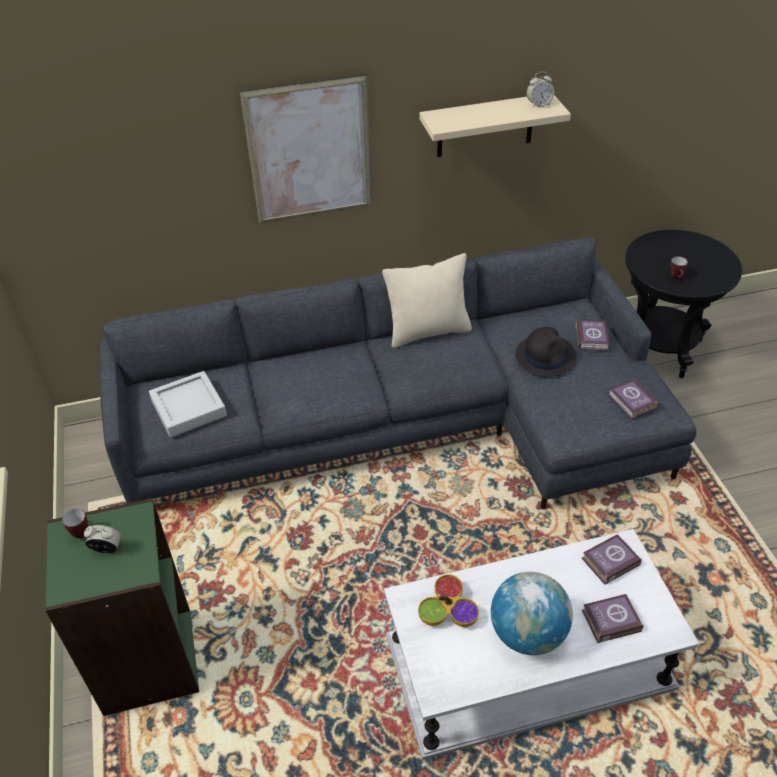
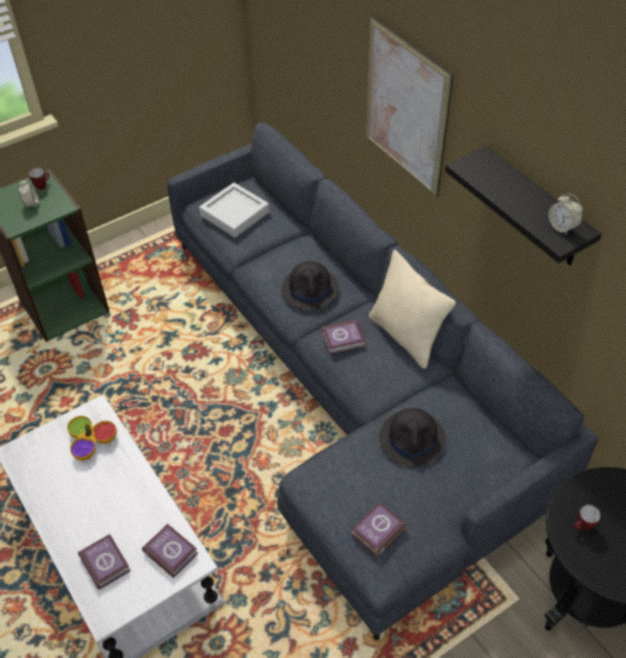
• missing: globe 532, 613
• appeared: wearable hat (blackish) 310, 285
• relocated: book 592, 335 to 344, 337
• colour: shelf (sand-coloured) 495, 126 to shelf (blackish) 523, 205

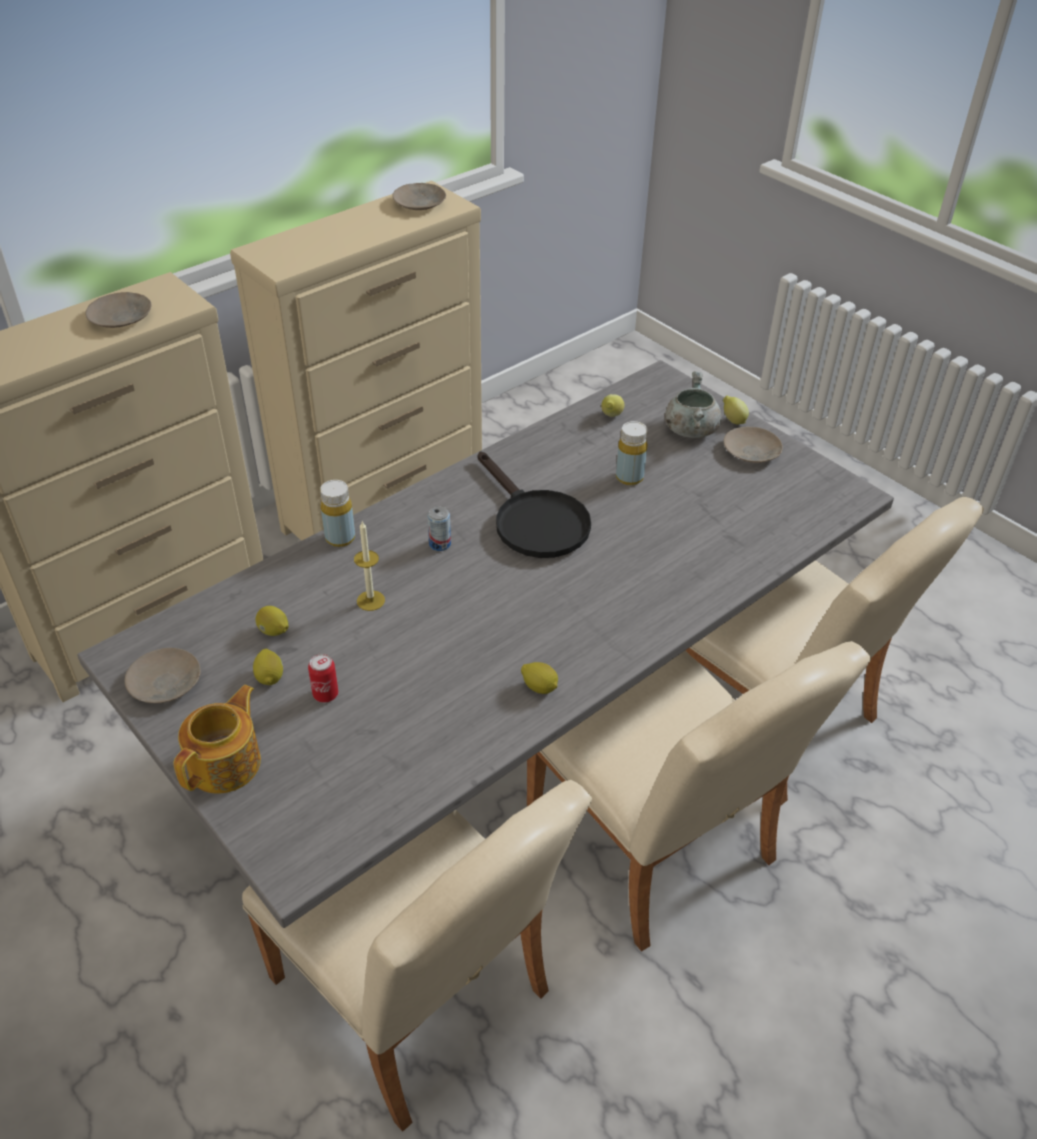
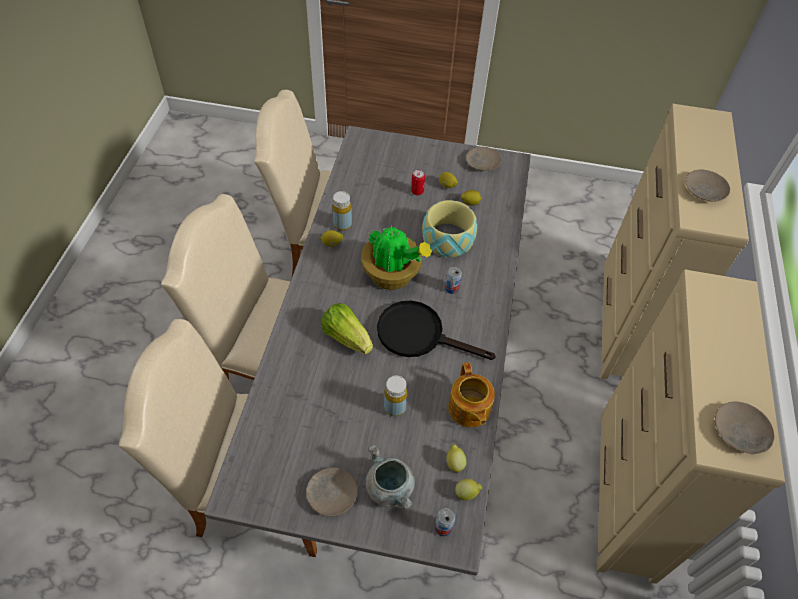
• appeared: lettuce head 347, 328
• appeared: plant in a pot 396, 257
• appeared: sealed can 445, 522
• relocated: teapot 217, 739 to 471, 394
• relocated: beverage bottle (yellow) 337, 513 to 342, 211
• relocated: whole lemon 736, 410 to 468, 490
• exchanged: candle 369, 566 to deep dish 449, 229

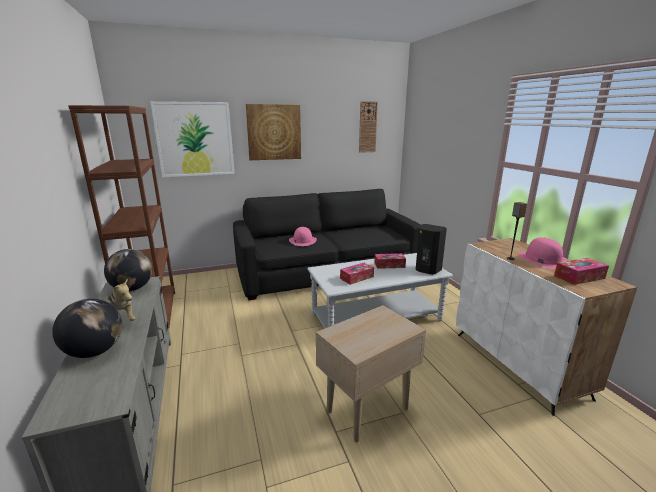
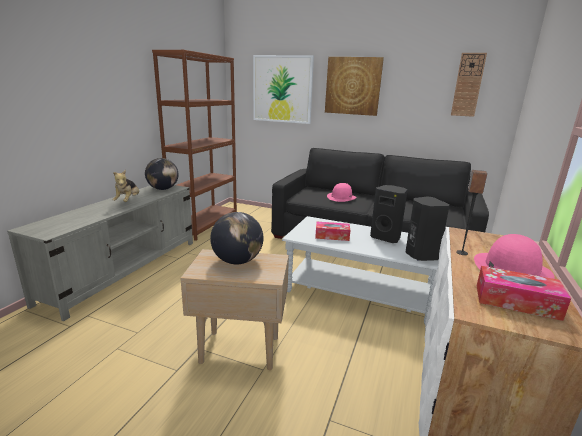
• relocated: globe 87, 328 to 236, 238
• exchanged: box of tissues 390, 261 to speaker (blackish) 389, 214

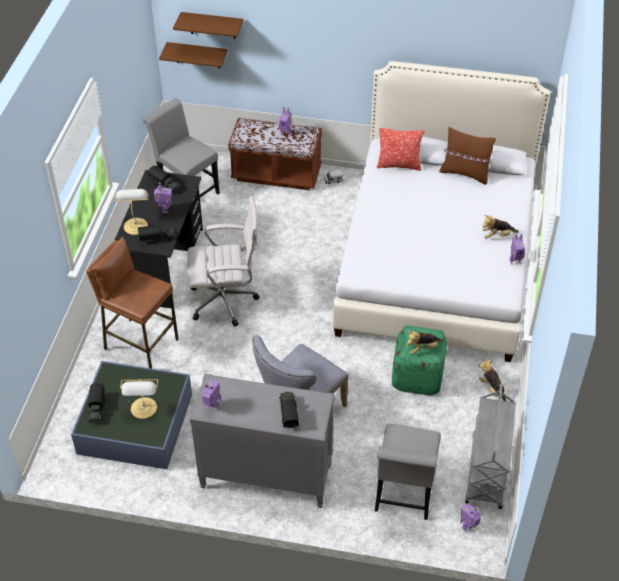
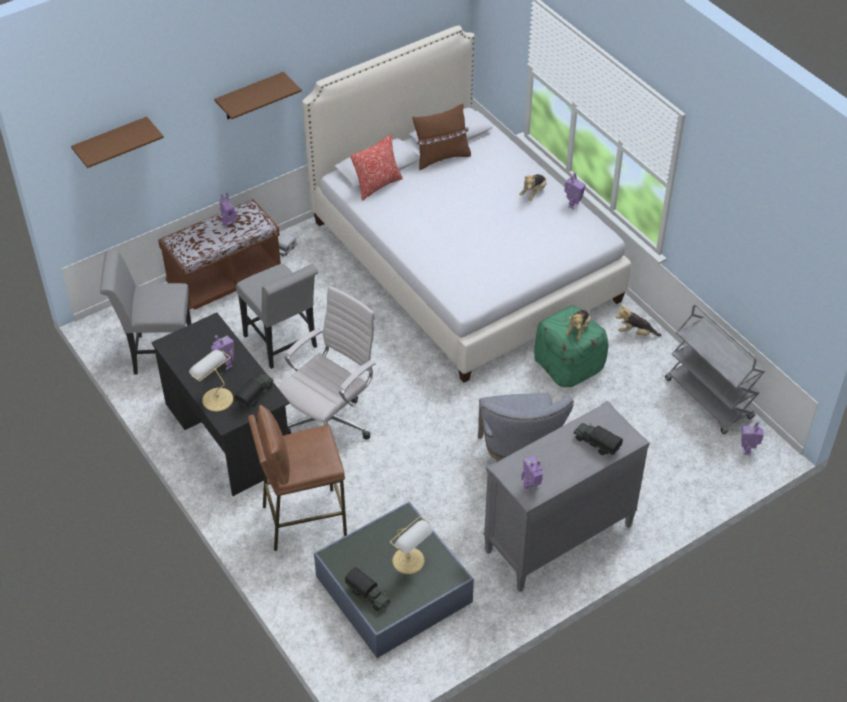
• missing: toy truck 164, 179
• relocated: shelf (brown) 193, 55 to 258, 95
• relocated: chair (greyish) 408, 472 to 277, 316

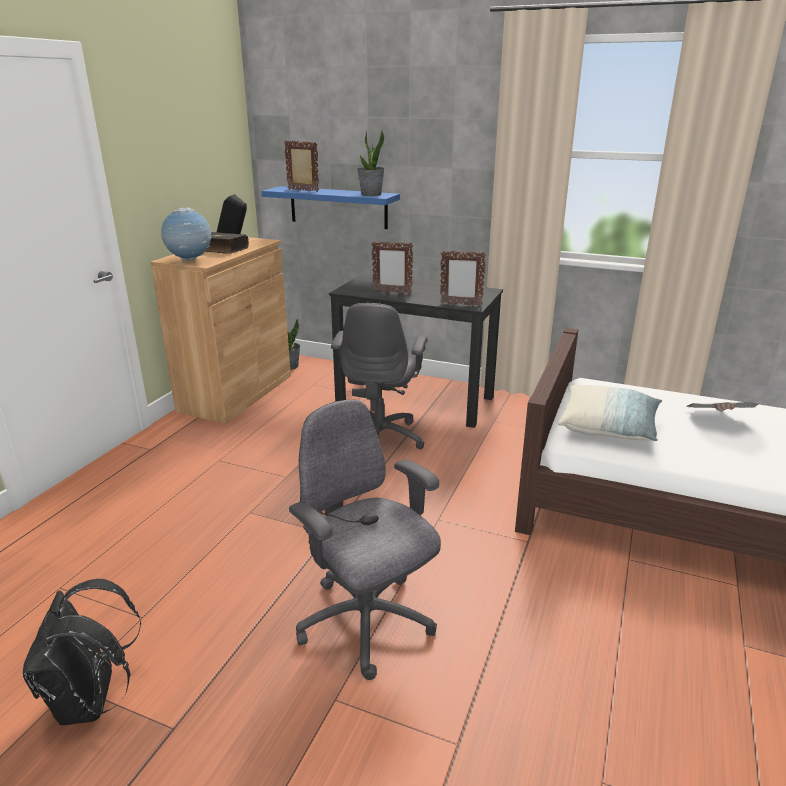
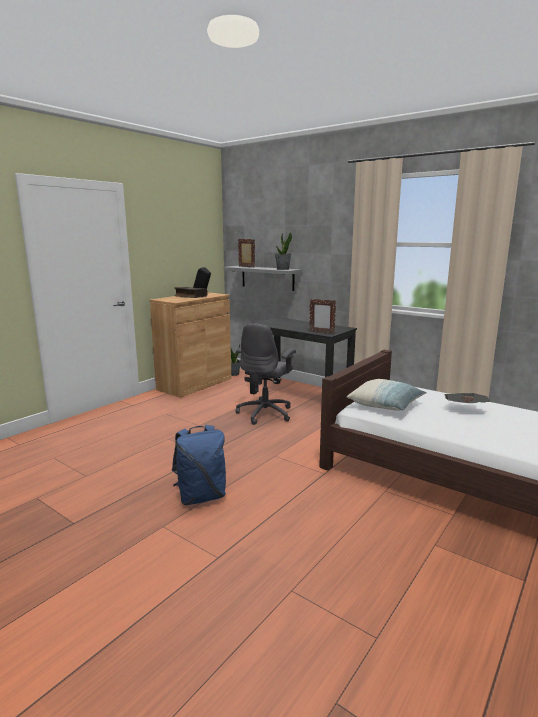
• missing: knapsack (blackish) 82, 652
• missing: globe 186, 234
• missing: photo frame 392, 268
• exchanged: desk chair (greyish) 365, 539 to knapsack (bluish) 199, 465
• colour: shelf (bluish) 330, 207 to shelf (greyish) 262, 278

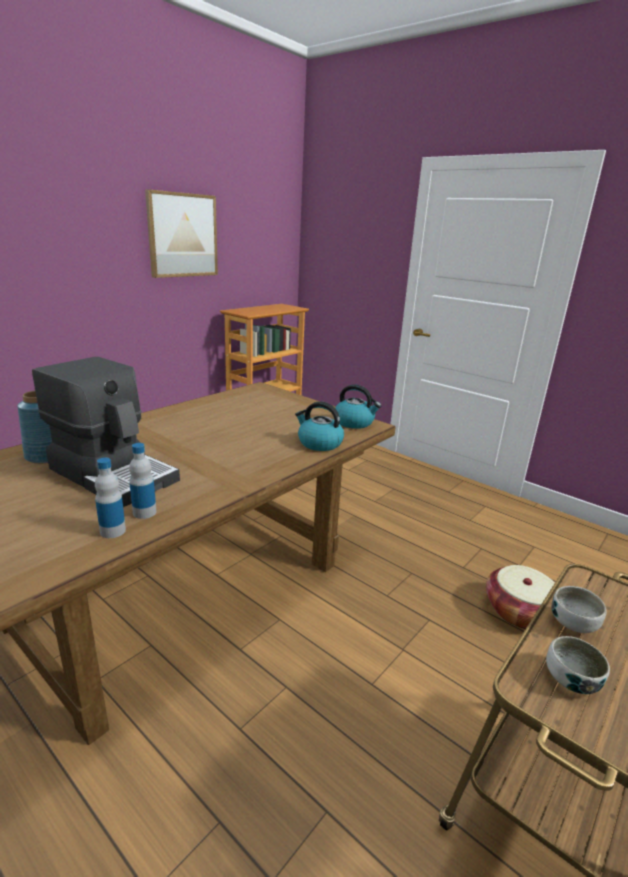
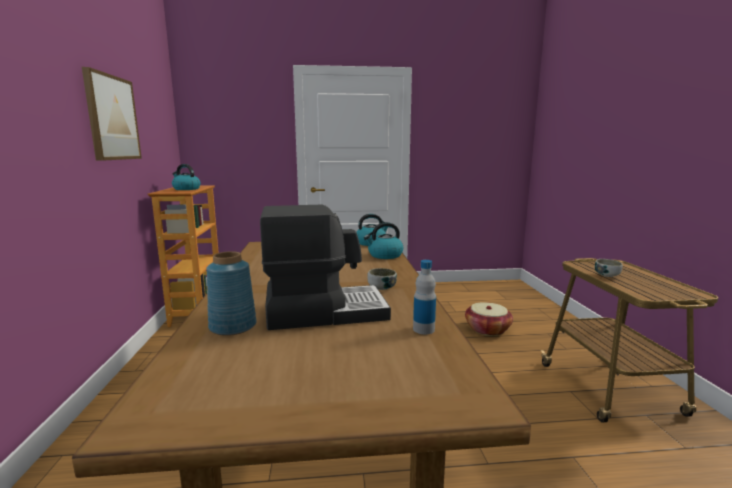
• missing: beverage bottle 142, 481
• appeared: tea kettle 186, 177
• relocated: deep dish 578, 665 to 382, 279

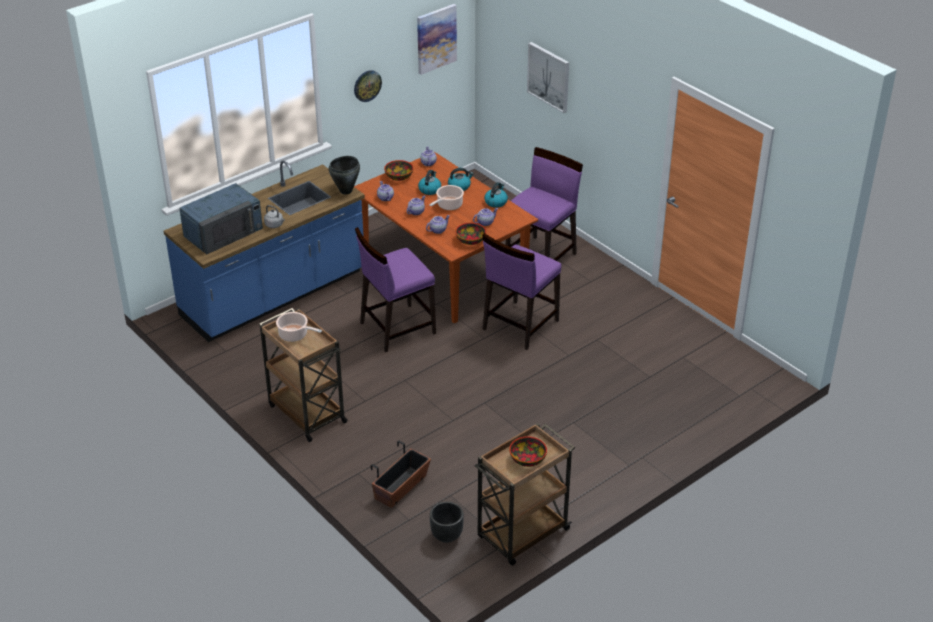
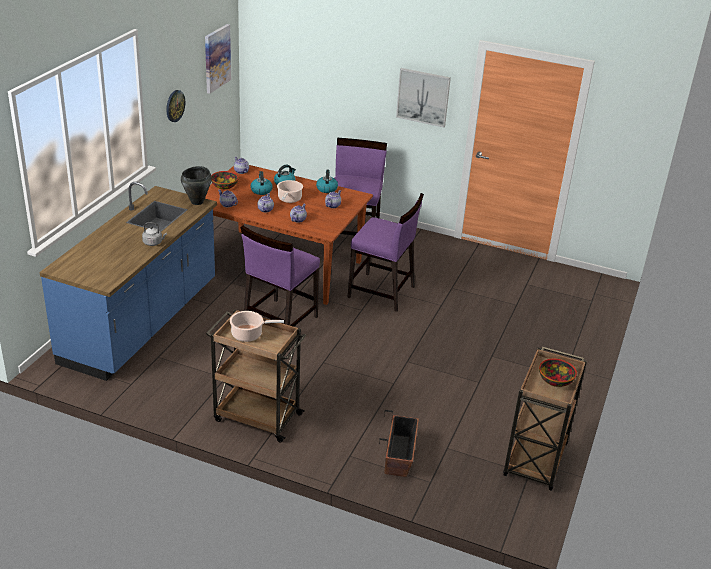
• missing: kitchen microwave (bluish) 221, 218
• missing: plant pot (blackish) 447, 522
• missing: deep dish 470, 233
• relocated: wall art 548, 77 to 423, 97
• spun: chair (purple-coloured) 522, 291 = 385, 252 75 degrees counterclockwise

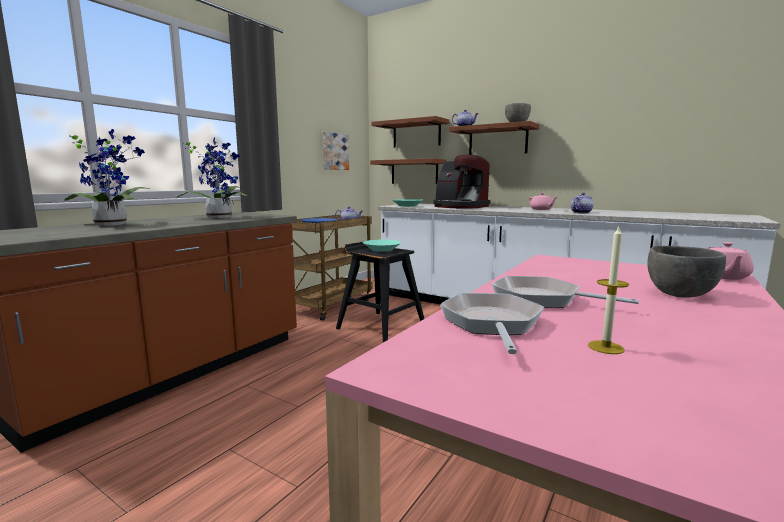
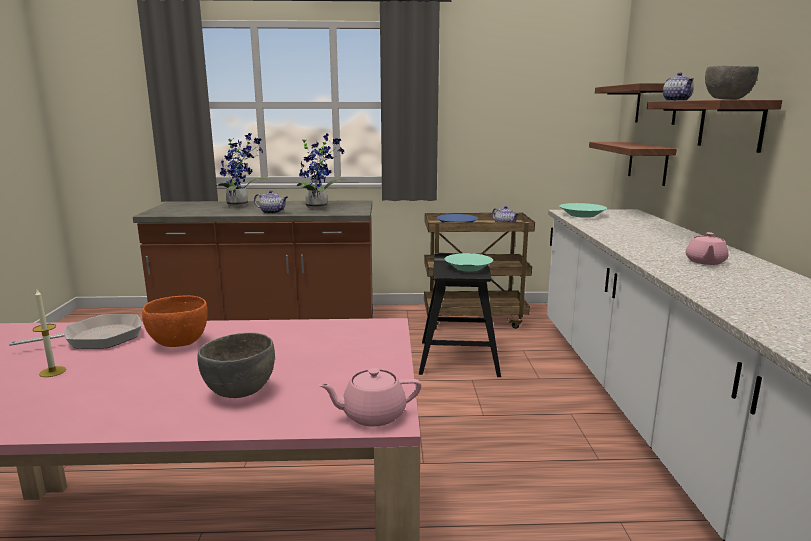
• missing: wall art 336, 151
• missing: coffee machine 461, 182
• relocated: teapot 582, 203 to 271, 202
• exchanged: skillet 565, 292 to deep dish (orange-coloured) 175, 321

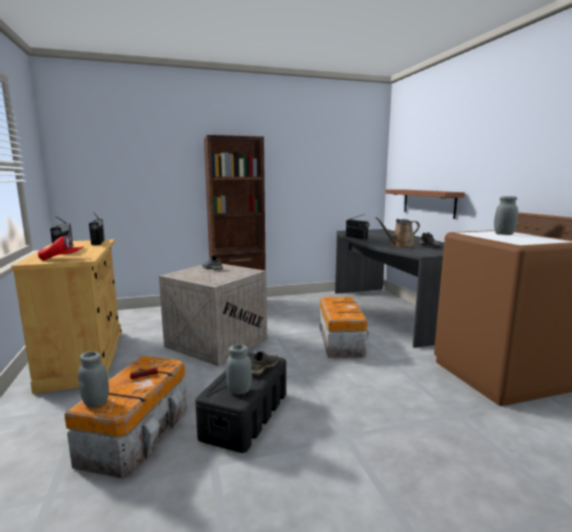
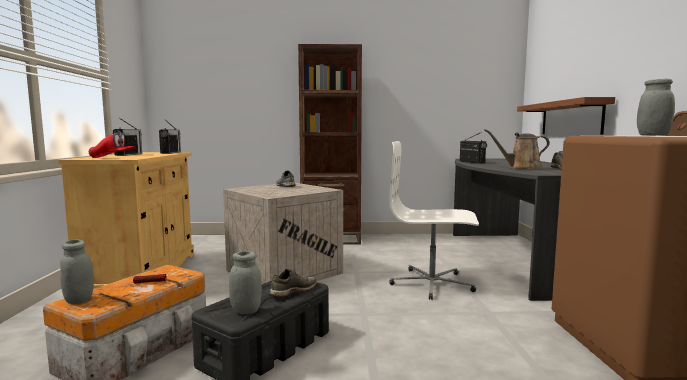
• exchanged: storage container 344, 327 to desk chair (white) 434, 220

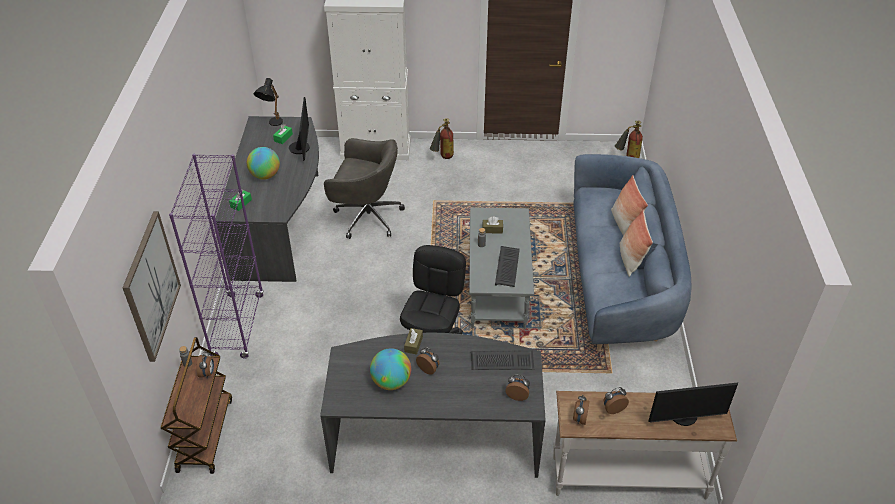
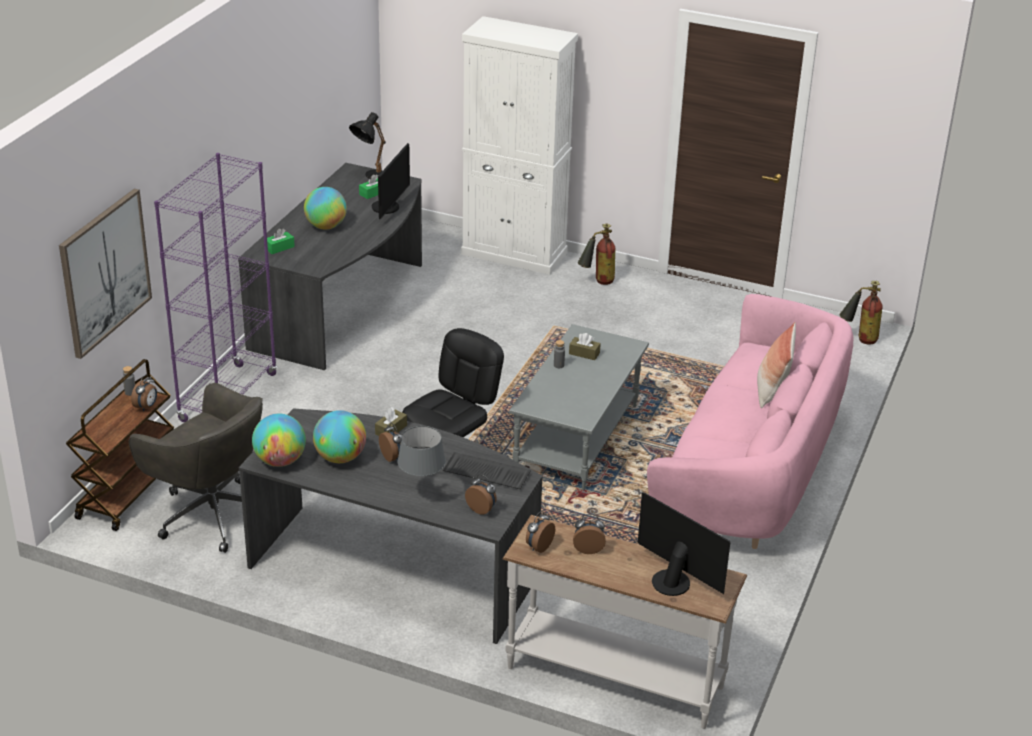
• missing: computer keyboard 507, 266
• missing: cushion 636, 243
• appeared: globe 279, 440
• appeared: tabletop lamp (greyish) 421, 453
• relocated: desk chair (greyish) 364, 188 to 196, 468
• colour: couch (bluish) 632, 253 to couch (pink-coloured) 750, 421
• spun: computer display 693, 404 = 684, 544 150 degrees counterclockwise

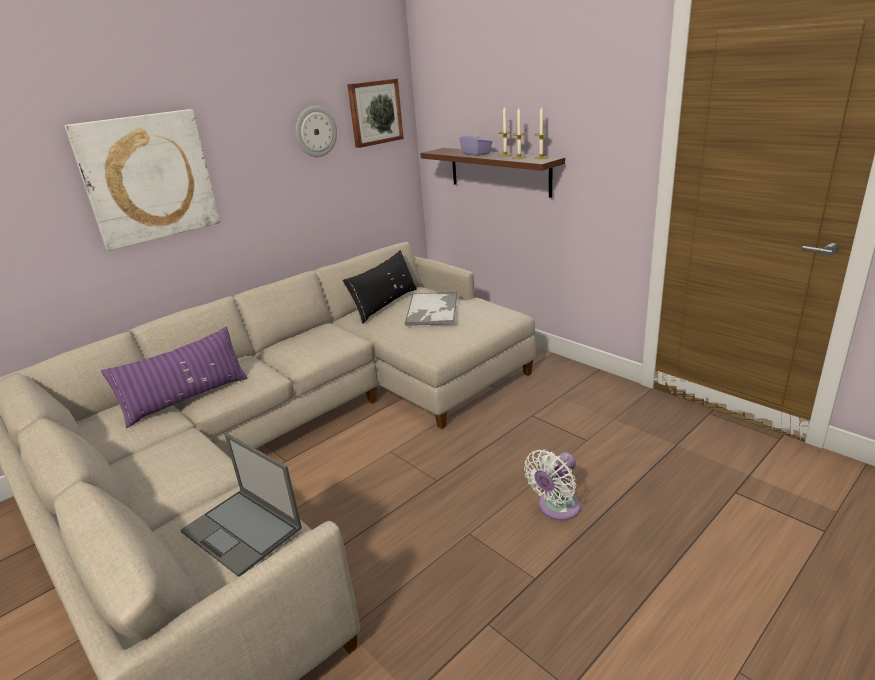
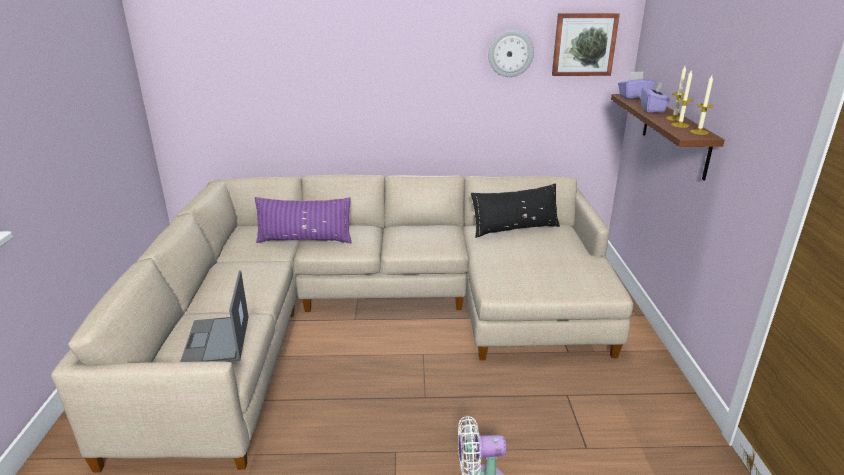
• missing: wall art 142, 180
• missing: carrying tray 431, 309
• appeared: box of tissues (purple-coloured) 637, 85

